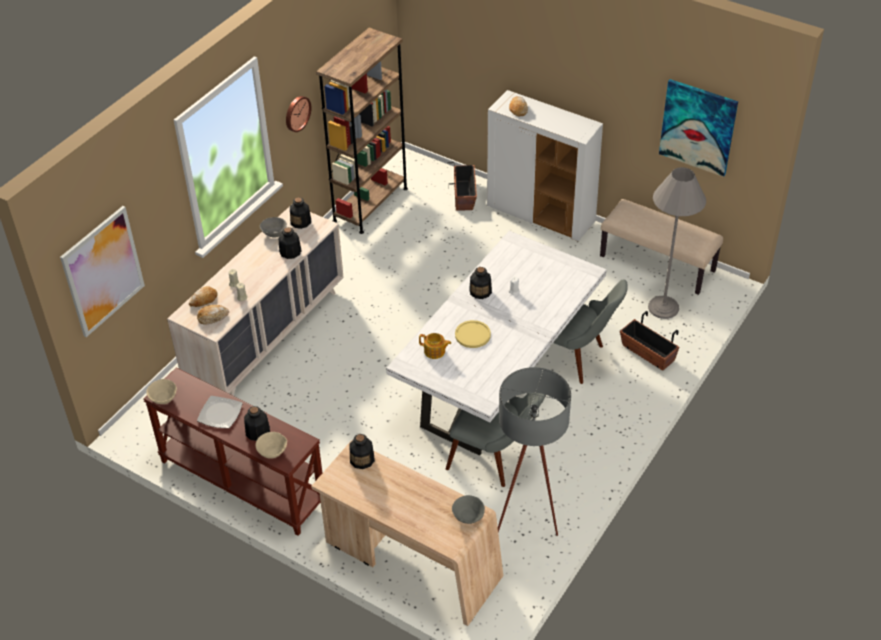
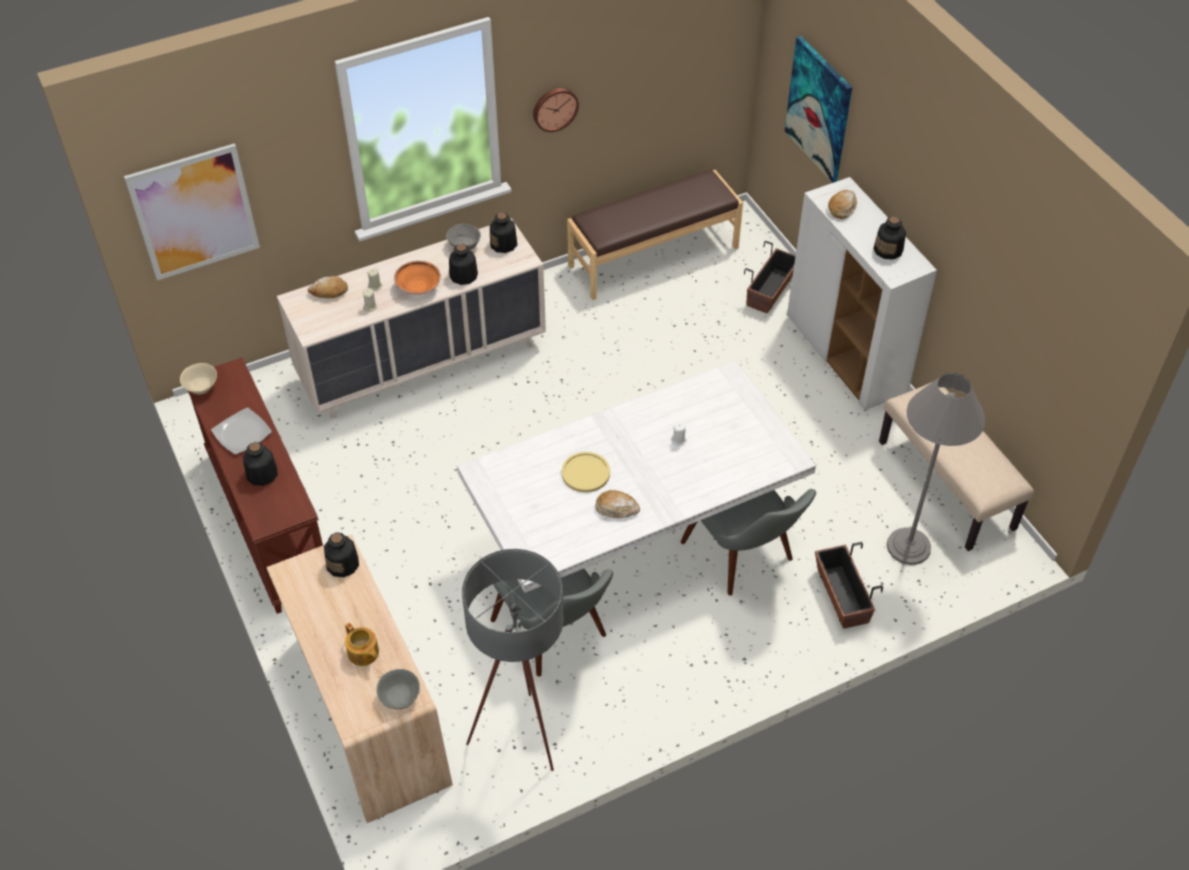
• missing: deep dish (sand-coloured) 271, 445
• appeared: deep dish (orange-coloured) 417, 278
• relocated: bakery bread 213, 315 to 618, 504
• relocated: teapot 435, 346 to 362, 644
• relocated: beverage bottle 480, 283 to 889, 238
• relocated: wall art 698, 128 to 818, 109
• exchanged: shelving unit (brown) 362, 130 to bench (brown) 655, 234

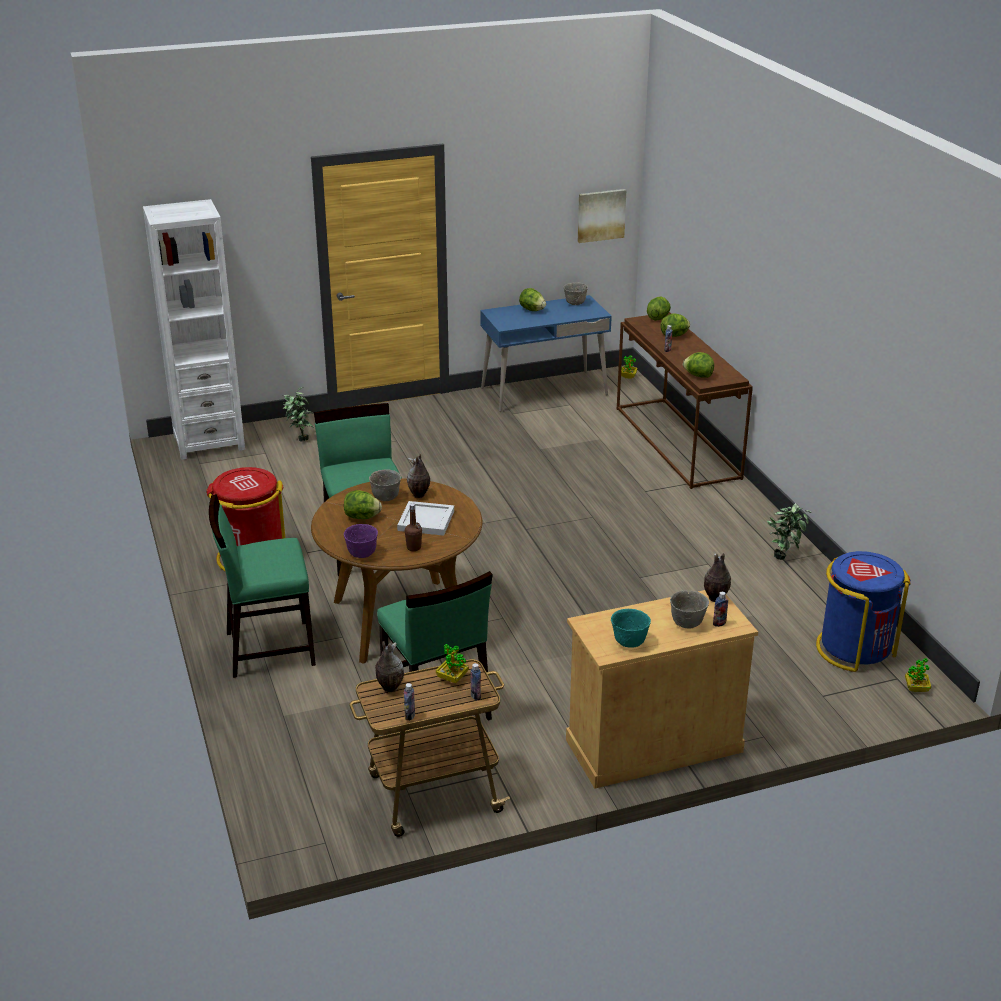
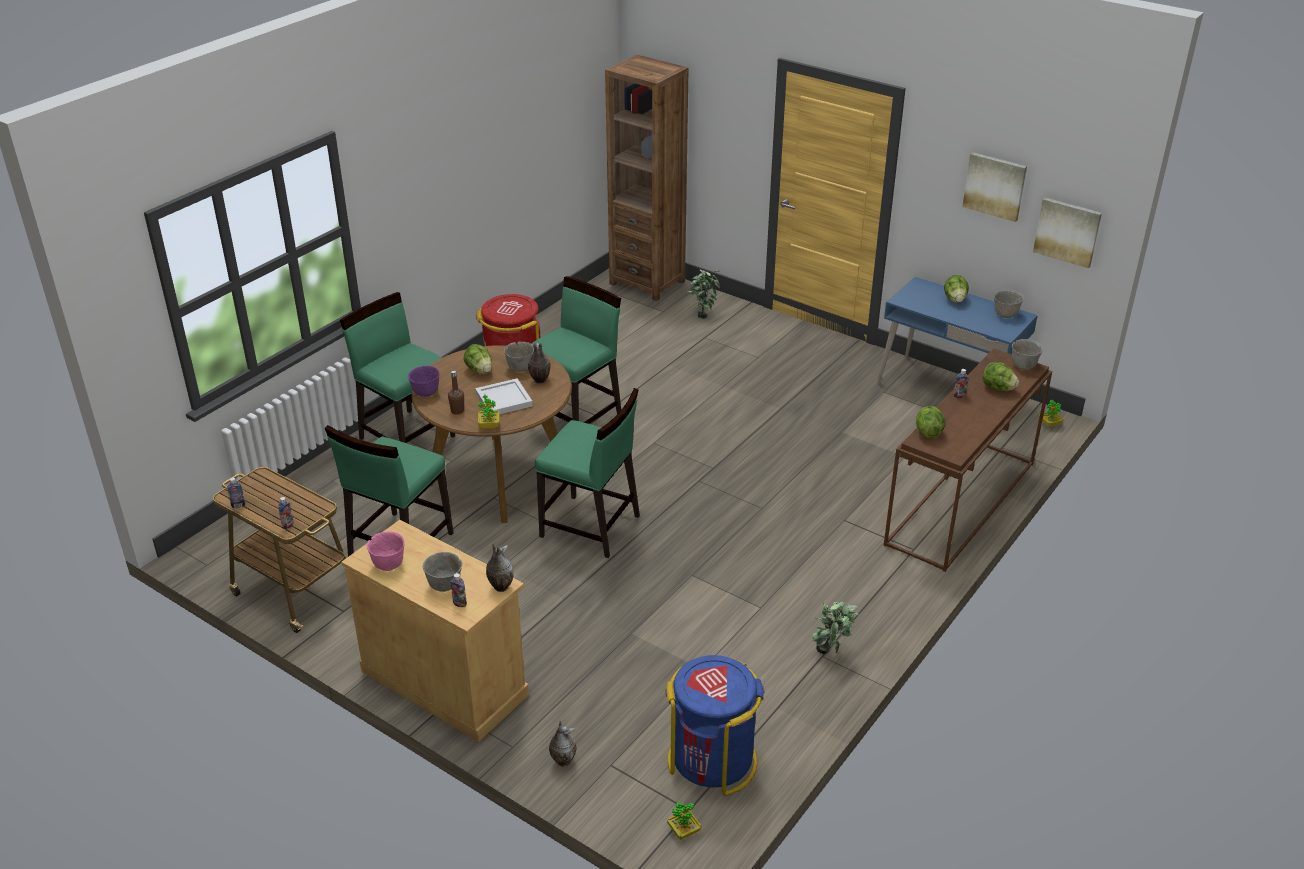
• appeared: chair (green-coloured) 587, 473
• appeared: wall art 994, 187
• relocated: decorative vase 389, 666 to 563, 743
• relocated: plant in a pot 452, 663 to 489, 411
• exchanged: lettuce head 659, 309 to deep dish (greyish) 1027, 354
• colour: shelving unit (white) 194, 329 to shelving unit (brown) 647, 178
• colour: deep dish (blue-green) 631, 628 to deep dish (pink-coloured) 386, 551

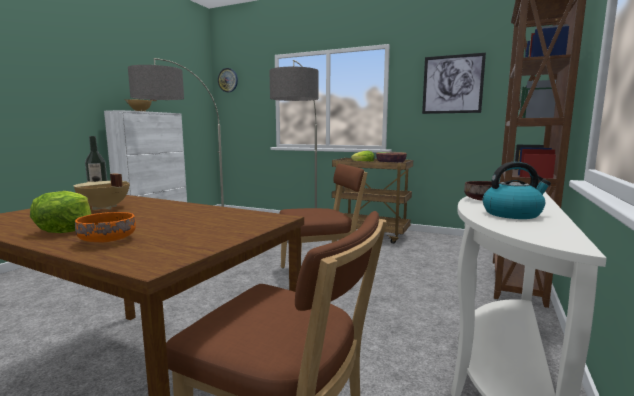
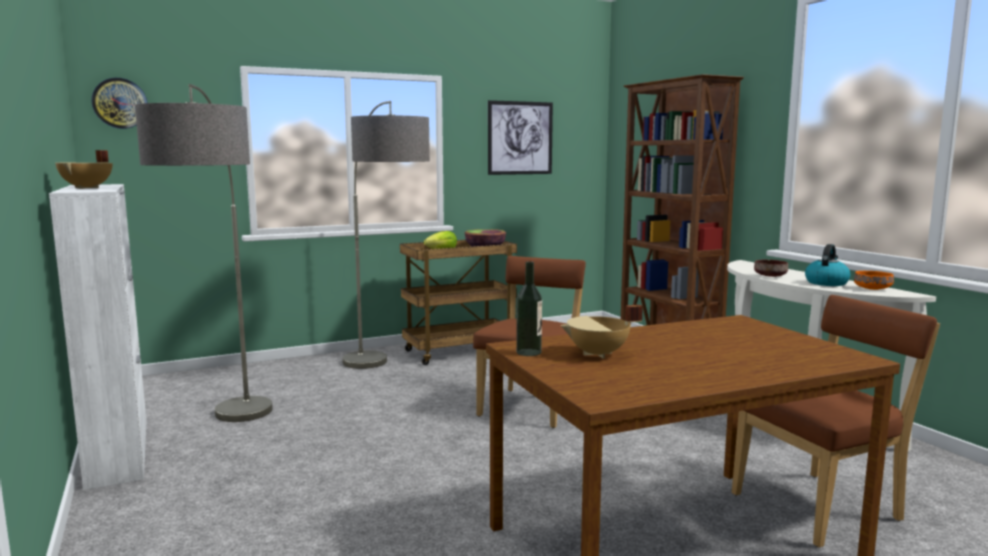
• missing: lettuce head 60, 212
• relocated: deep dish (orange-coloured) 105, 227 to 874, 280

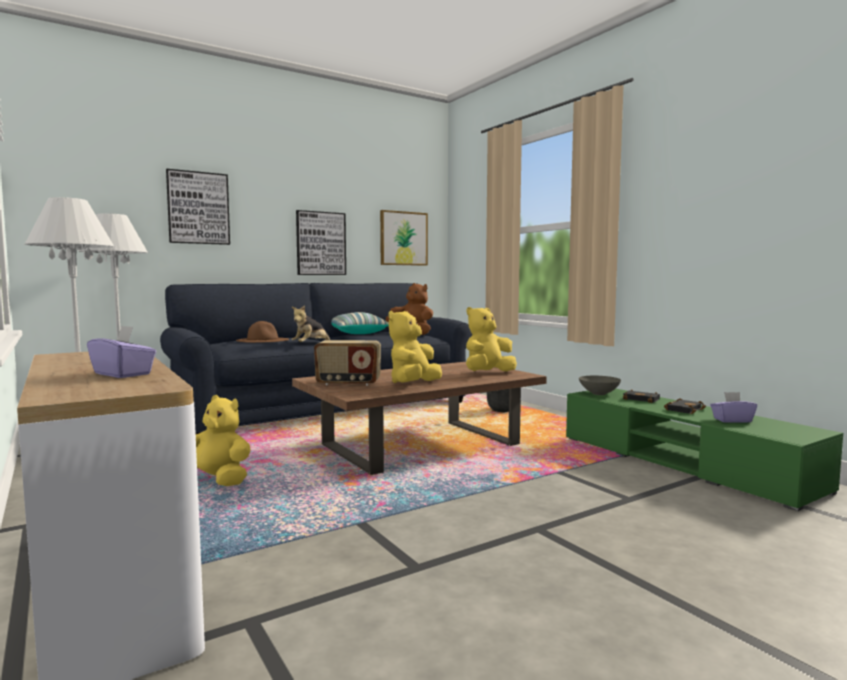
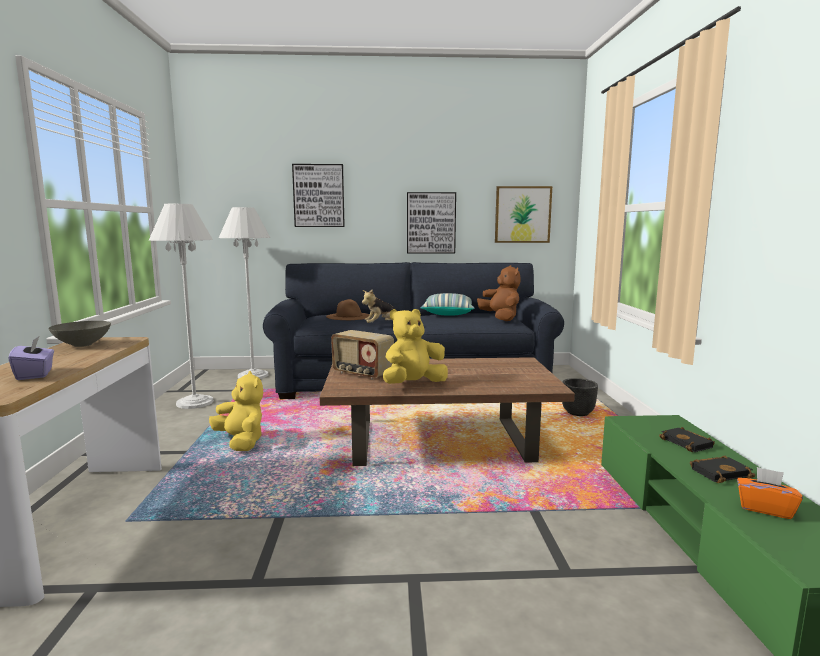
• missing: cuddly toy (yellow) 491, 339
• relocated: deep dish (greyish) 600, 385 to 79, 334
• colour: box of tissues (purple-coloured) 733, 407 to box of tissues (orange-coloured) 770, 493

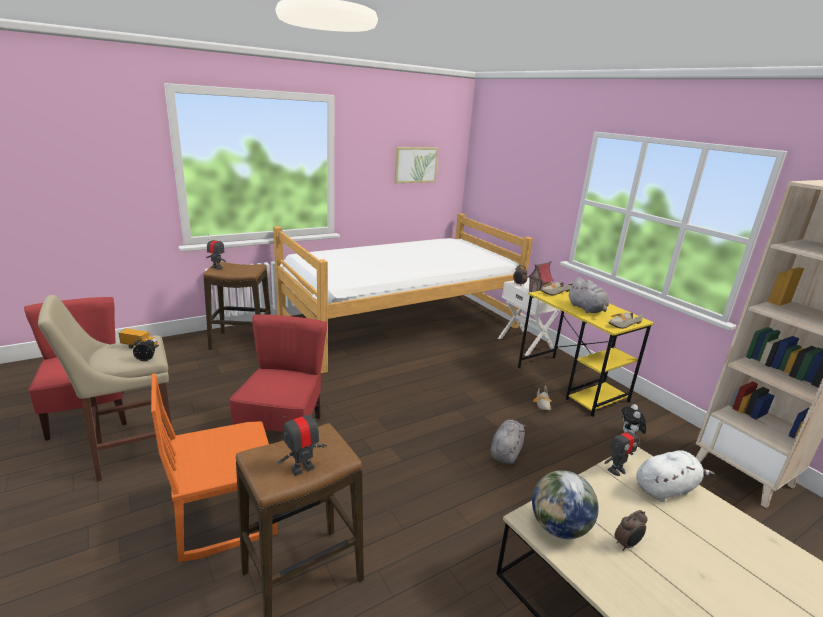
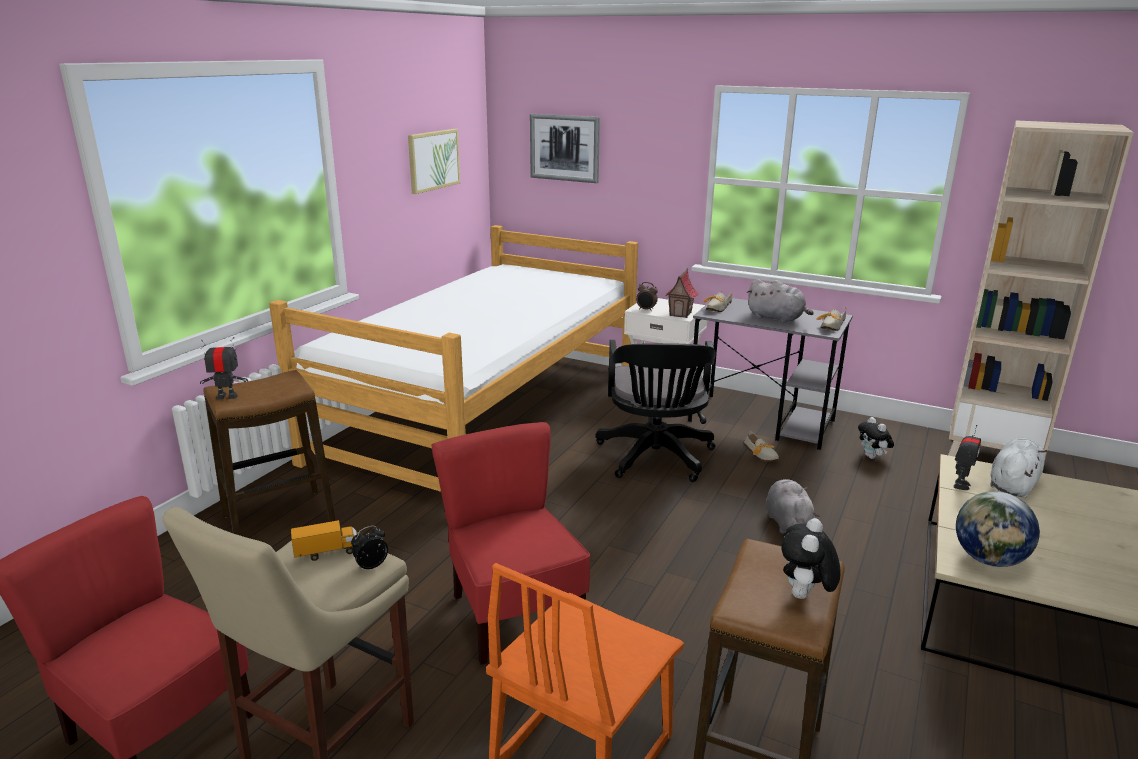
• missing: bedside clock 631, 530
• appeared: wall art 565, 148
• appeared: desk chair (blackish) 655, 411
• exchanged: toy robot 302, 440 to cuddly toy 811, 558
• colour: desk (yellow) 586, 354 to desk (greyish) 770, 373

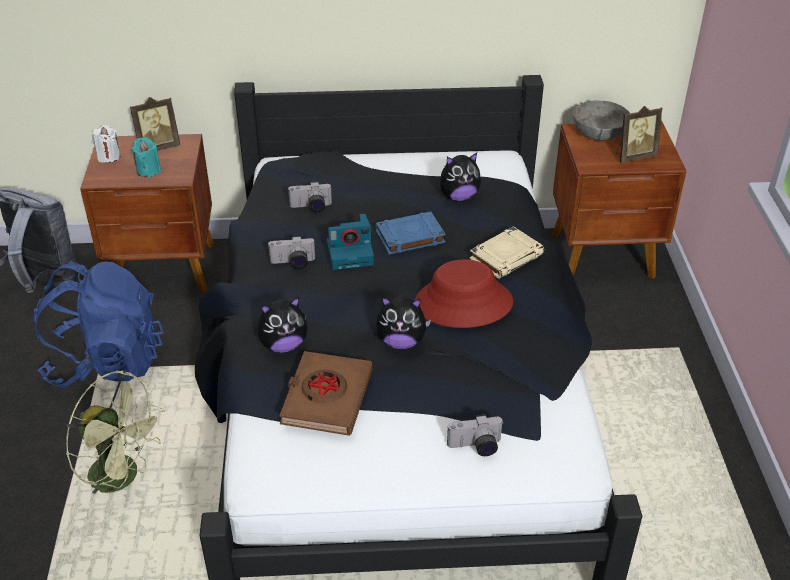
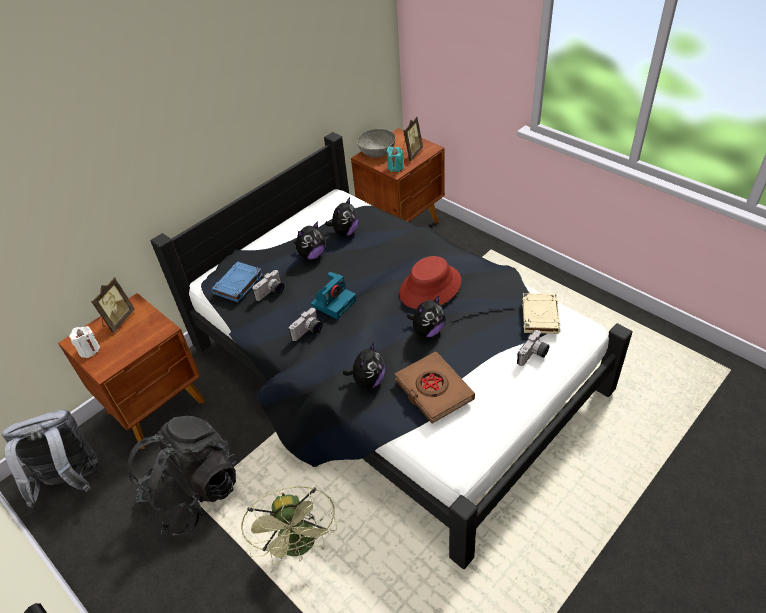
• appeared: cuddly toy 310, 240
• relocated: candle (blue-green) 146, 157 to 395, 160
• relocated: book (bluish) 410, 233 to 237, 282
• relocated: book (sand-coloured) 507, 252 to 541, 313
• colour: knapsack (bluish) 98, 324 to knapsack (blackish) 183, 476
• spun: cooling fan (green-coloured) 115, 432 = 289, 526 90 degrees clockwise

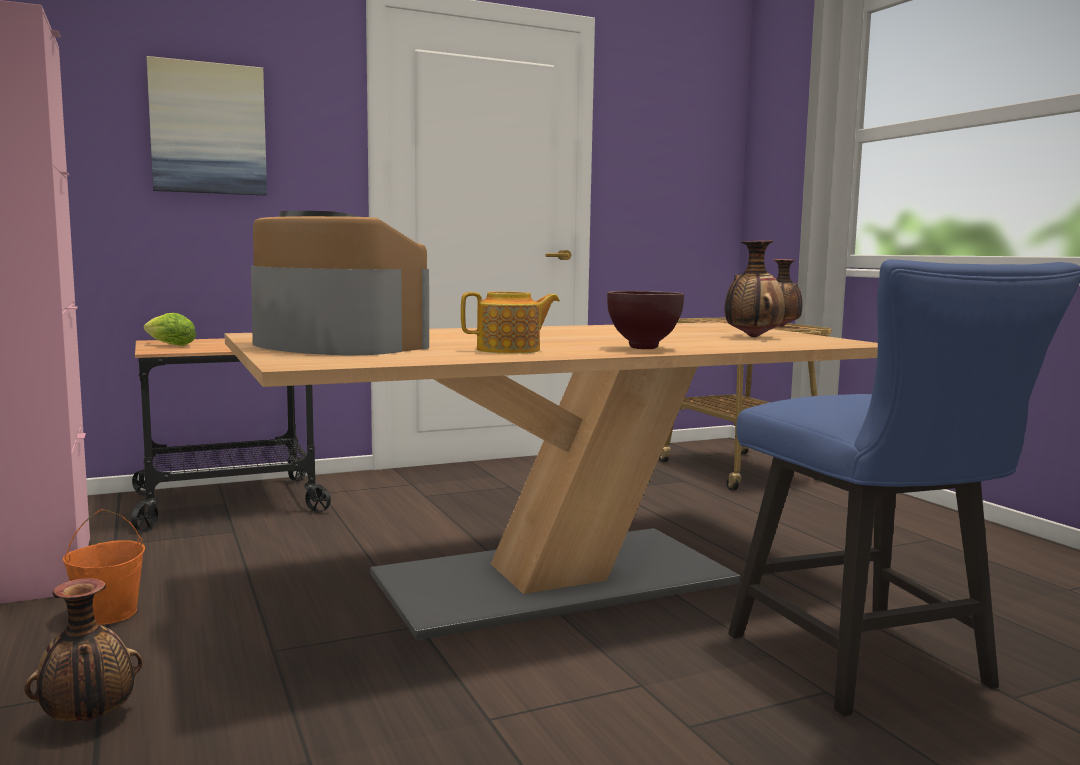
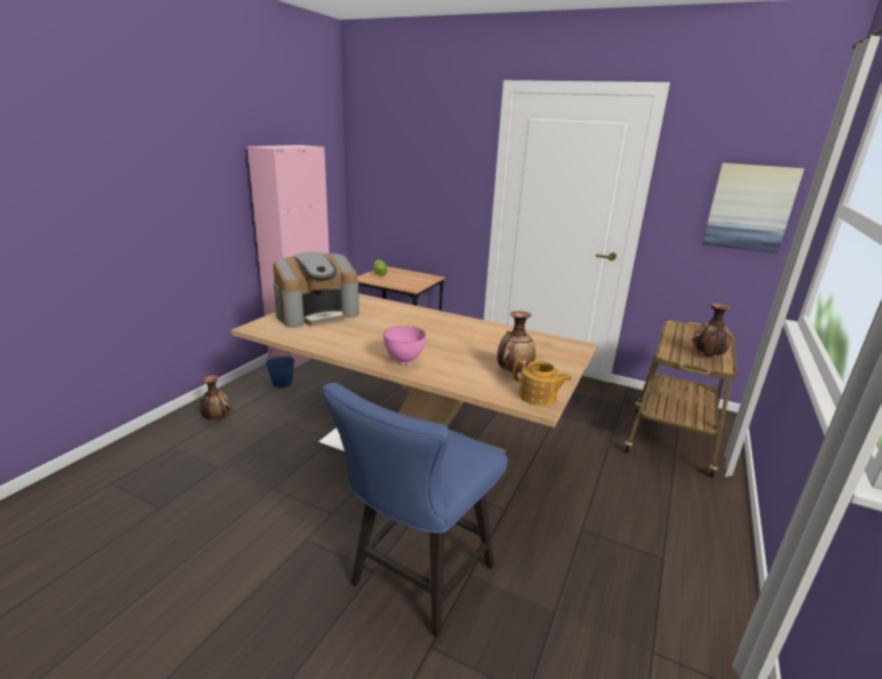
• relocated: wall art 207, 126 to 753, 208
• relocated: teapot 510, 322 to 542, 382
• colour: pail (orange-coloured) 104, 567 to pail (bluish) 280, 368
• colour: deep dish (brown) 645, 320 to deep dish (pink-coloured) 404, 345
• spun: coffee machine 340, 283 = 316, 290 60 degrees clockwise

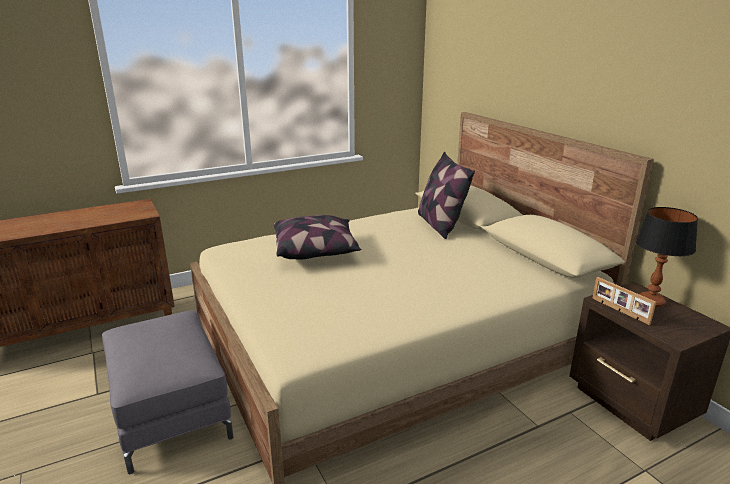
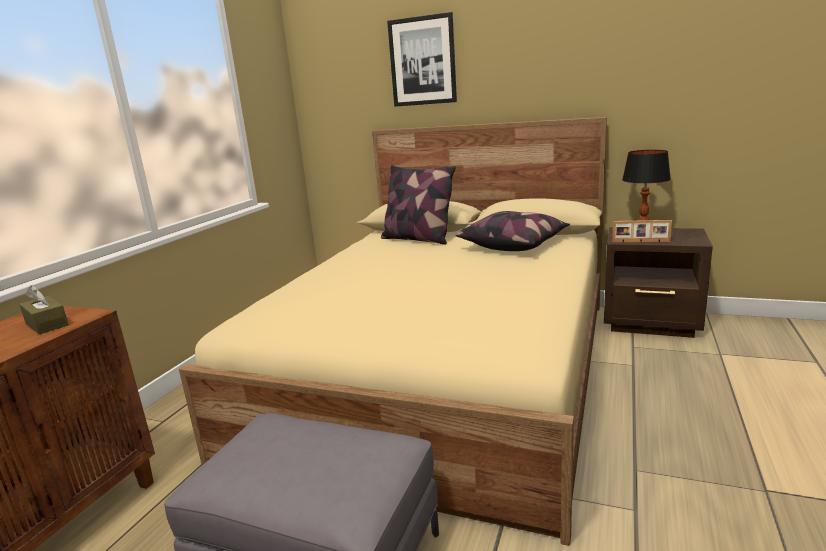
• appeared: box of tissues (brown) 44, 309
• appeared: wall art 422, 59
• relocated: cushion 317, 237 to 513, 231

